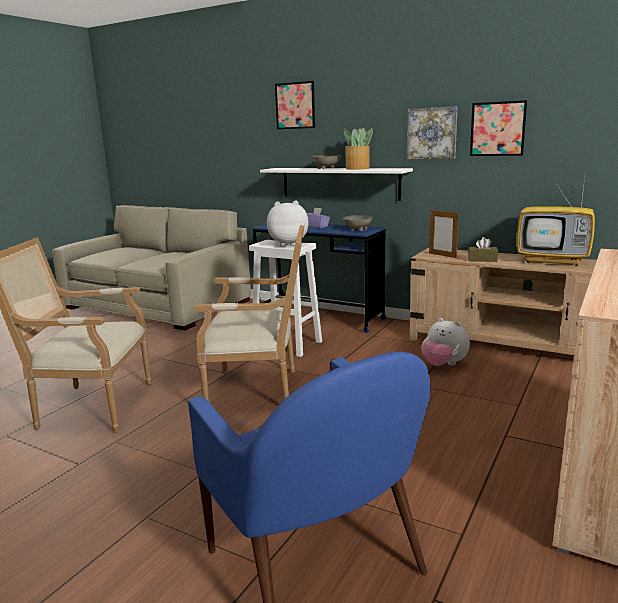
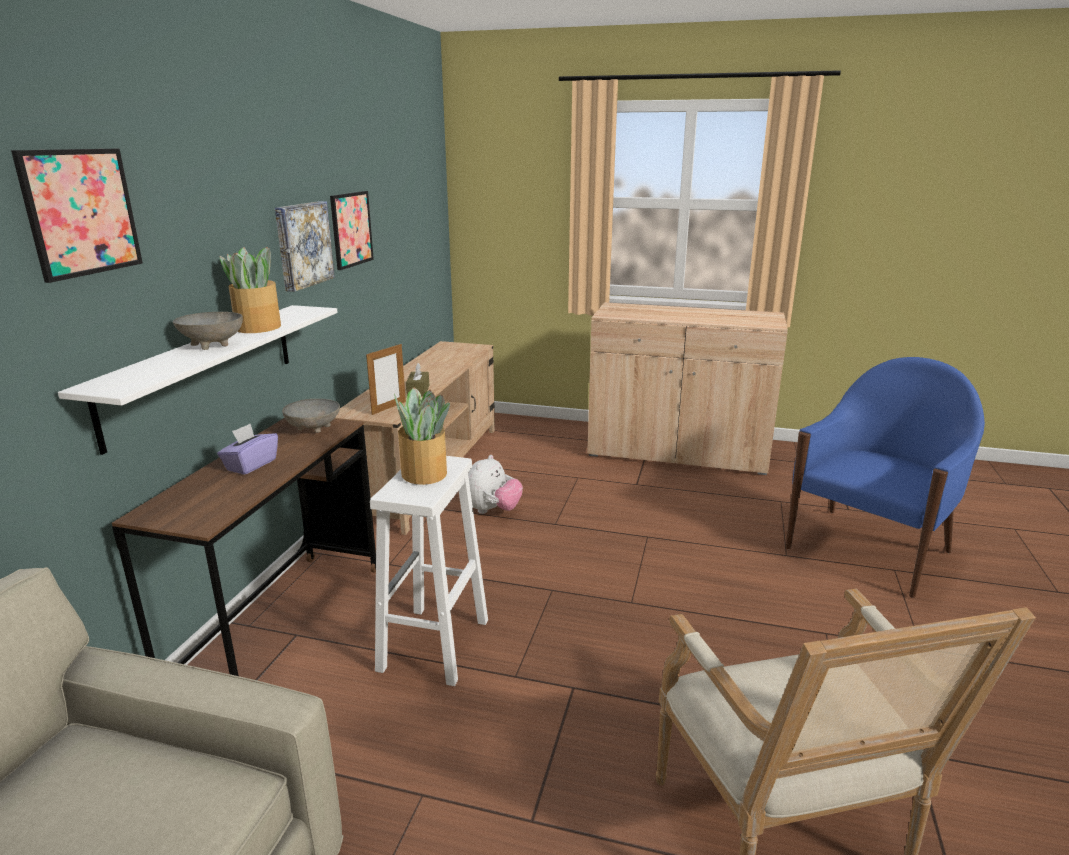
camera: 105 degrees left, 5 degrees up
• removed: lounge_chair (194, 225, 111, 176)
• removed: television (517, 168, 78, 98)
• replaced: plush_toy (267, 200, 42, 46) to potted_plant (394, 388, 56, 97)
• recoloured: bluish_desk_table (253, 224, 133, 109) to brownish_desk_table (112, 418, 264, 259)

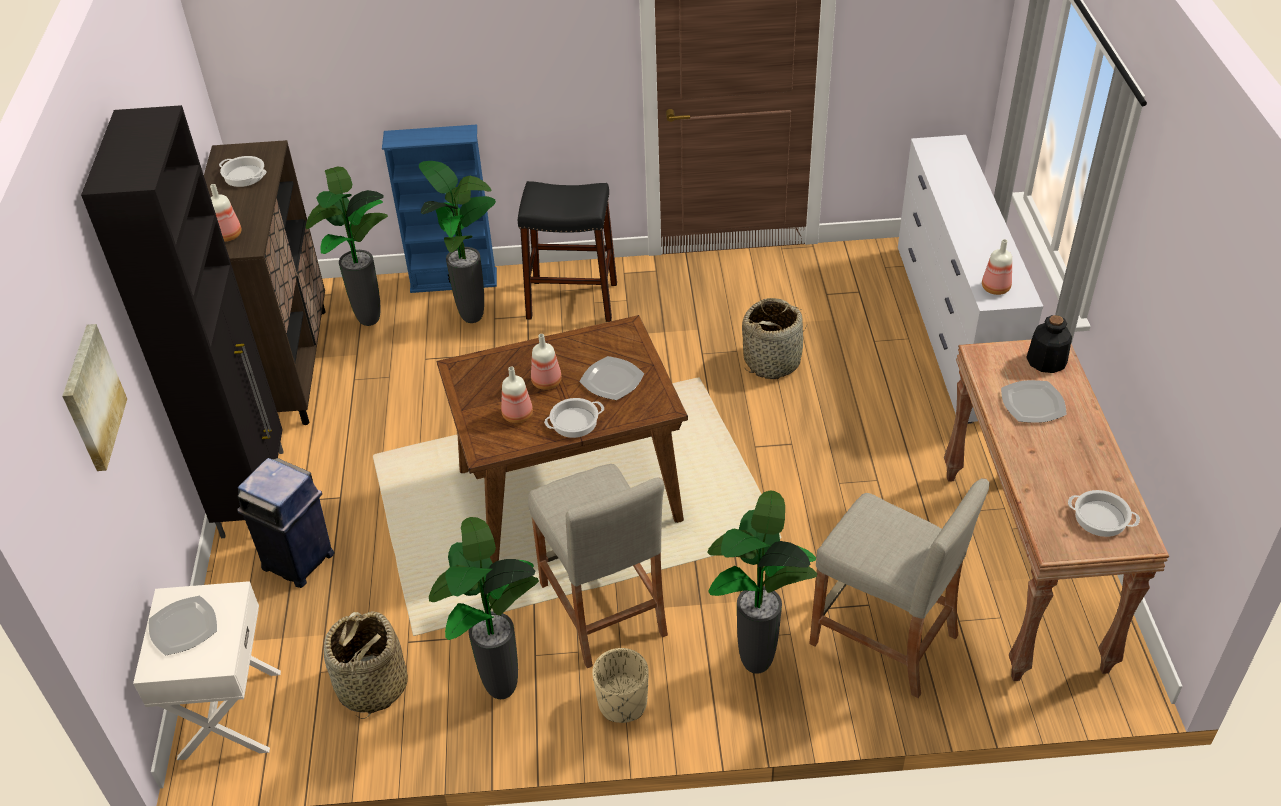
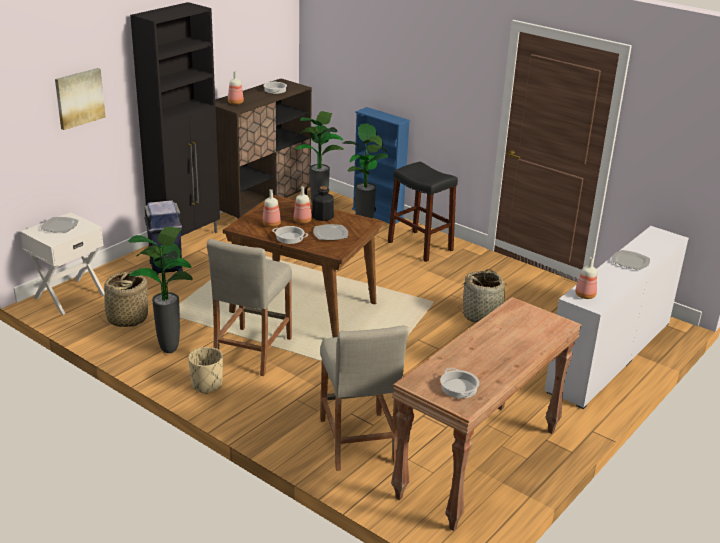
camera: 40 degrees right, 15 degrees down
• removed: potted_plant (707, 491, 110, 183)
• moved: dinner_plate (1001, 380, 66, 43) to (611, 250, 39, 20)
• moved: drink_bottle (1026, 315, 46, 58) to (312, 186, 22, 35)

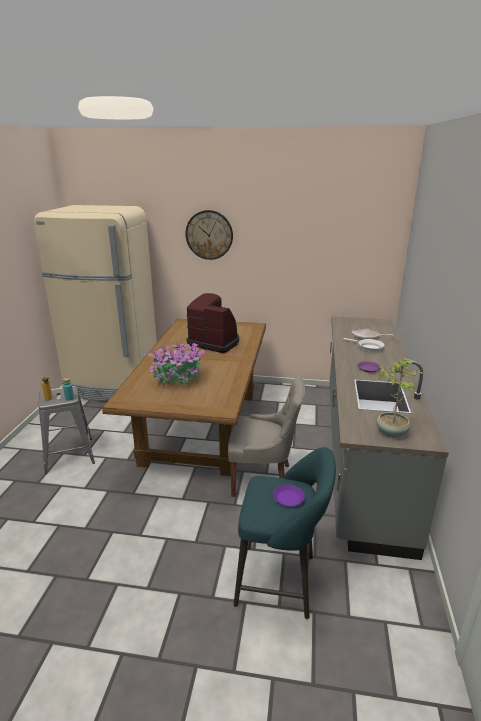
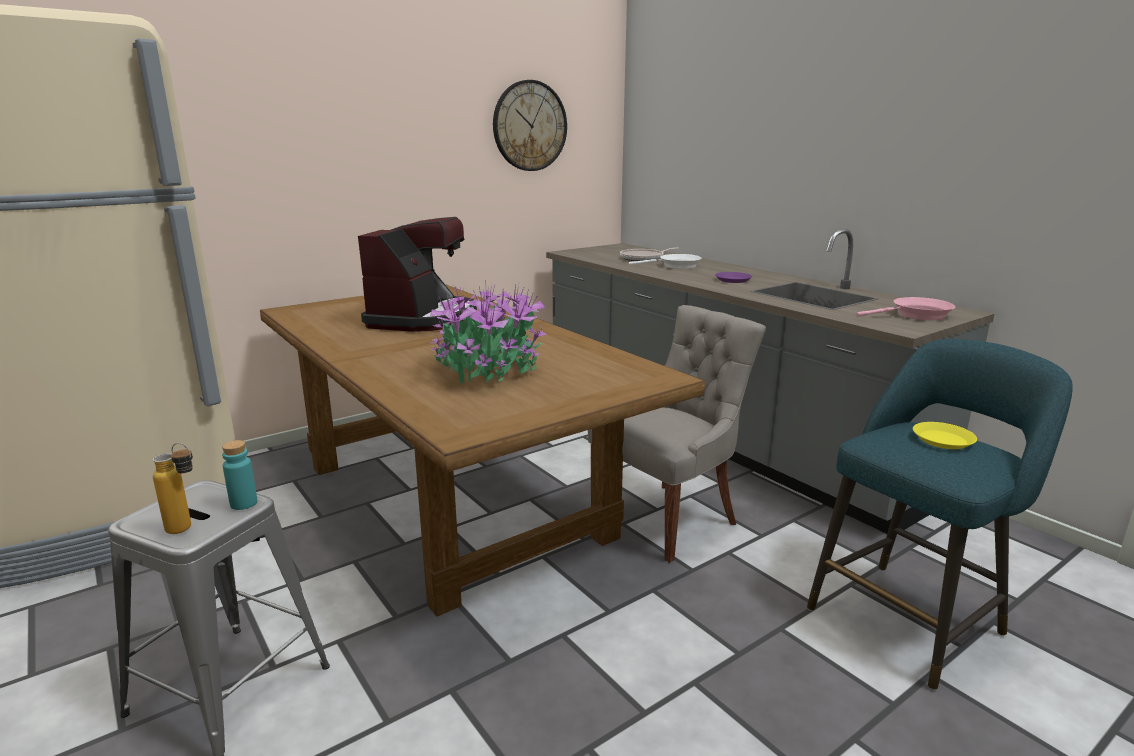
camera: 45 degrees left, 5 degrees down
• moved: hanging_clock (185, 210, 48, 50) to (493, 80, 74, 91)
• replaced: potted_plant (376, 358, 48, 80) to pinkish_frying_pan (857, 297, 99, 23)
• recoloured: purple_dinner_plate (273, 485, 32, 22) to yellow-coloured_dinner_plate (913, 422, 64, 27)
• turned: coffee_brewer (186, 293, 53, 60) = (358, 217, 119, 115) 120 degrees clockwise

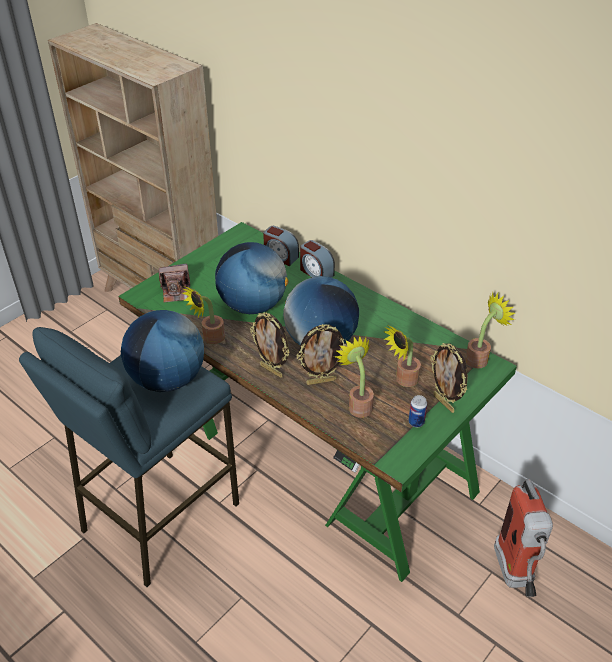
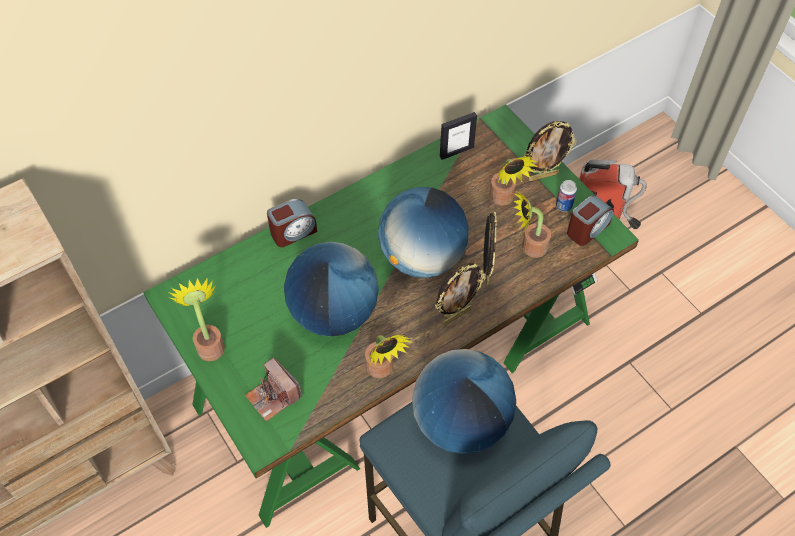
camera: 75 degrees left, 15 degrees up
• added: picture_frame (440, 112, 37, 48)
• moved: bedside_clock (263, 226, 36, 40) to (567, 195, 47, 51)
• moved: potted_plant (465, 292, 50, 76) to (169, 278, 56, 83)
• turned: photo_camera (158, 263, 32, 40) = (245, 357, 57, 64) 135 degrees clockwise

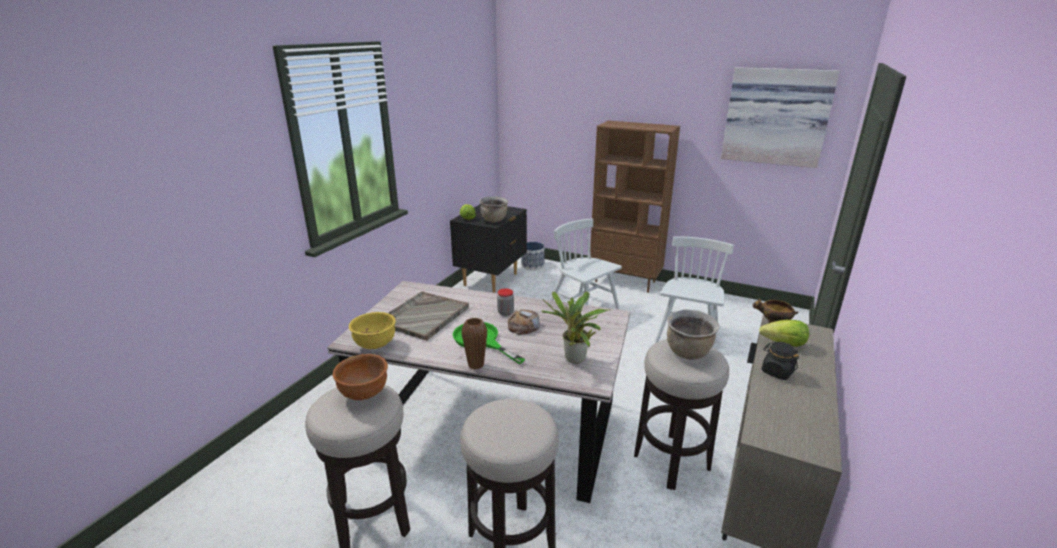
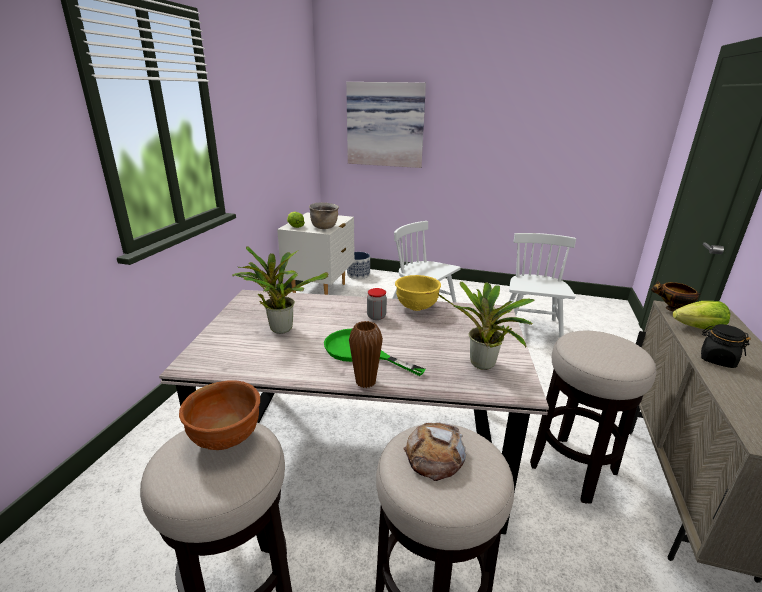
camera: 10 degrees left, 0 degrees up
• removed: brownish_bookshelf (590, 121, 90, 172)
• removed: brownish_cooking_pot (667, 310, 52, 49)
• moved: yellow-coloured_bowl (349, 312, 47, 37) to (395, 275, 46, 36)
• moved: baked_bread (508, 309, 32, 26) to (404, 422, 63, 59)
• moved: wall_art (721, 67, 119, 101) to (346, 82, 80, 86)
• replaced: gray_carrying_tray (388, 291, 81, 50) to potted_plant (232, 246, 96, 88)
• recoloured: blackish_nightstand (450, 204, 77, 89) to white_nightstand (277, 213, 78, 82)

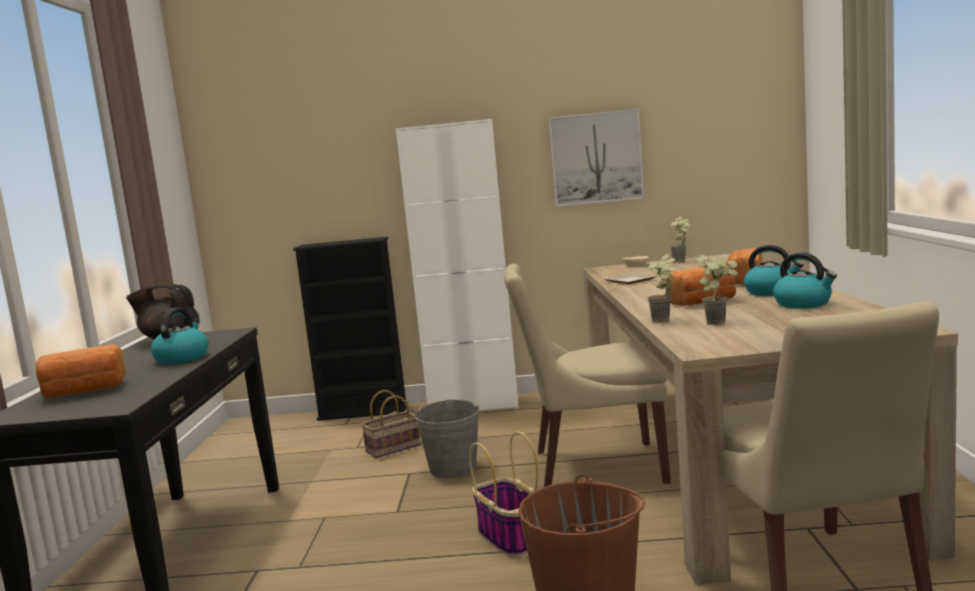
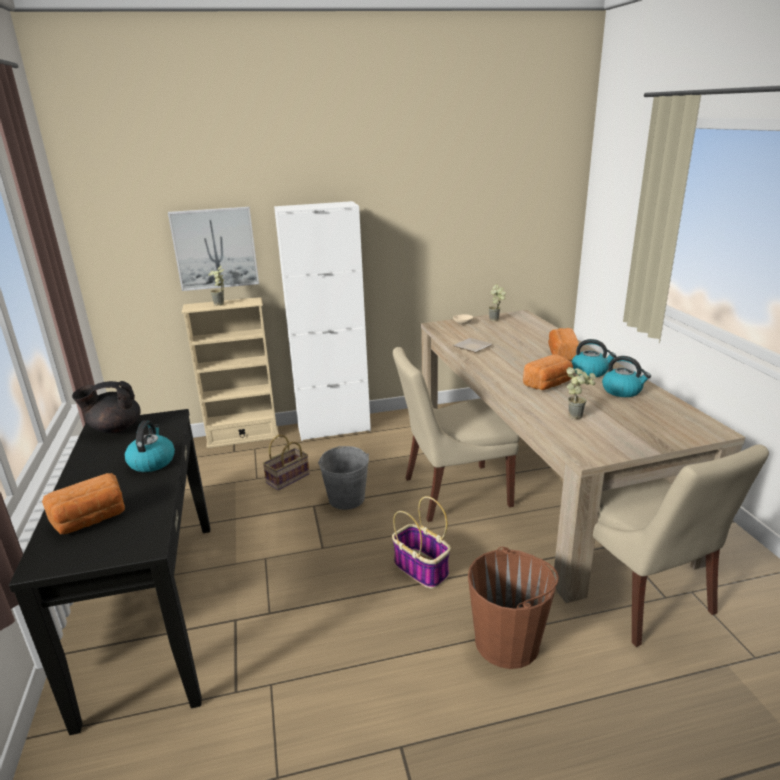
camera: 15 degrees left, 15 degrees up
• moved: wall_art (549, 108, 95, 99) to (168, 207, 91, 84)
• moved: potted_plant (647, 253, 28, 69) to (208, 265, 16, 41)
• recoloured: blackish_bookshelf (293, 237, 115, 184) to sand-coloured_bookshelf (182, 297, 97, 151)

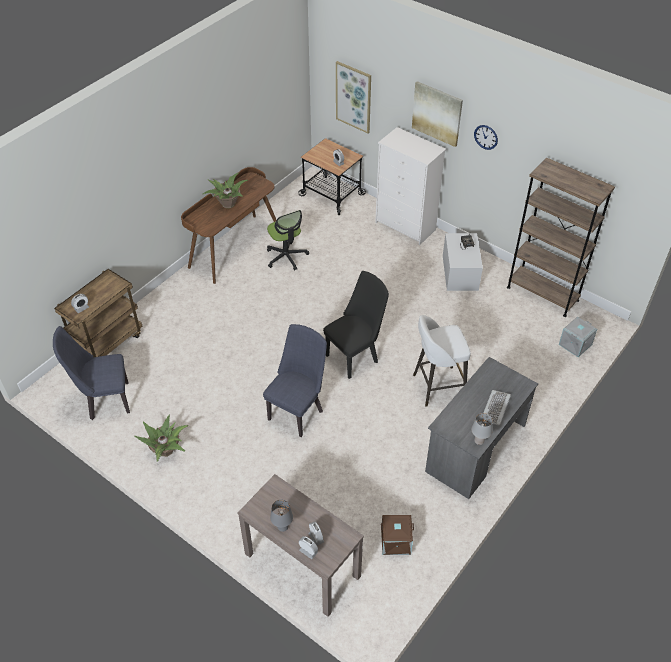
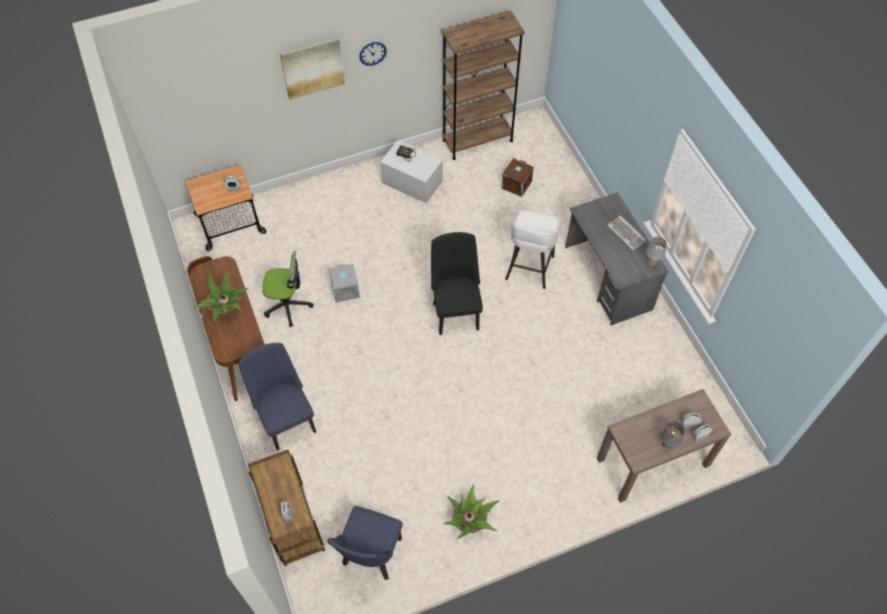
camera: 60 degrees left, 10 degrees up
• removed: wall_art (336, 61, 35, 72)
• removed: white_chest_of_drawers (375, 127, 71, 118)
• moved: bluish_chair (263, 324, 64, 113) to (239, 343, 77, 108)
• moved: brownish_storage_box (381, 515, 33, 40) to (501, 158, 33, 39)
• moved: gray_storage_box (559, 316, 38, 41) to (329, 264, 31, 38)

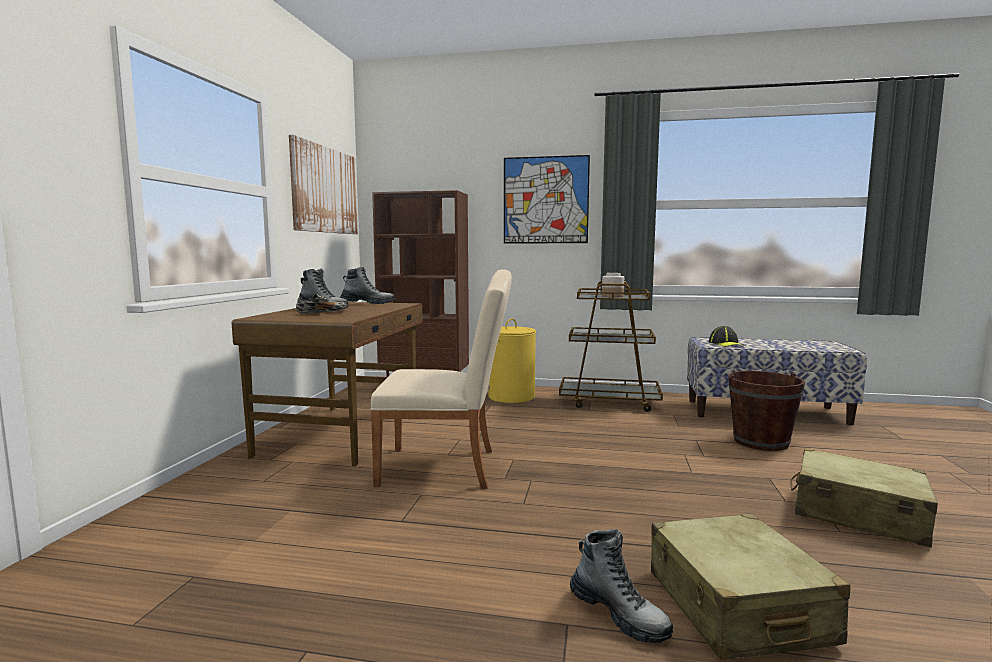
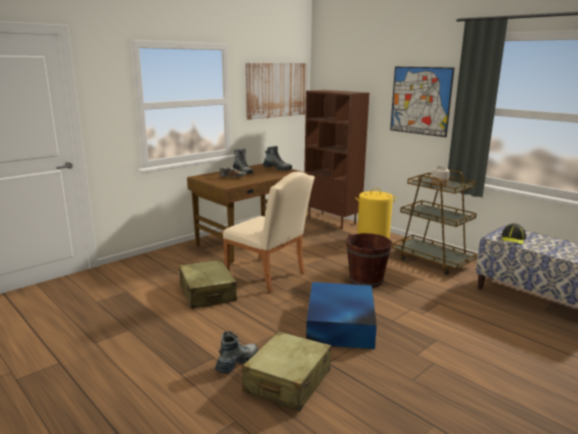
camera: 35 degrees right, 10 degrees up
• added: bluish_storage_box (306, 282, 71, 67)
• moved: brownish_pail (728, 371, 77, 80) to (346, 233, 46, 55)
• moved: sand-coloured_travel_case (790, 448, 148, 99) to (179, 259, 58, 50)
• turned: high-top_boot (570, 529, 103, 114) = (215, 331, 43, 43) 135 degrees counterclockwise

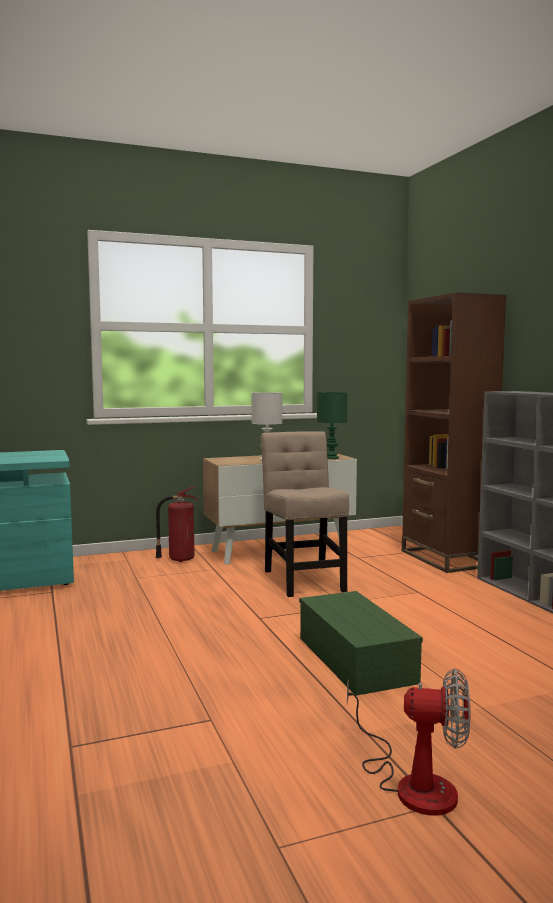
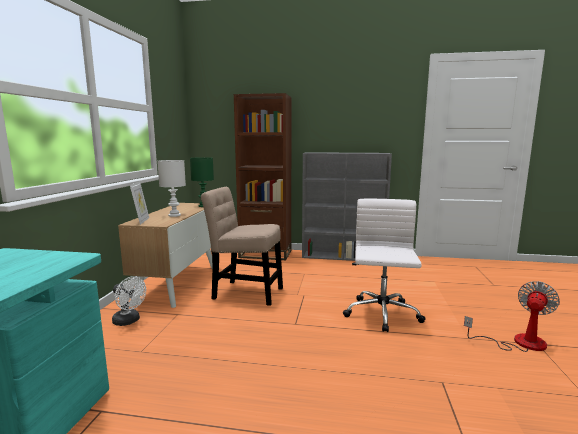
camera: 60 degrees left, 5 degrees up
• added: picture_frame (130, 181, 19, 44)
• replaced: extinguisher (156, 486, 42, 76) to white_fan (112, 276, 34, 50)
• replaced: greenish_storage_box (299, 591, 124, 105) to white_desk_chair (343, 199, 83, 133)

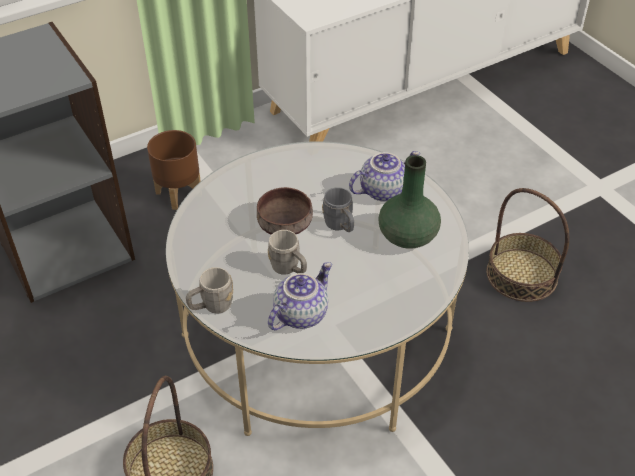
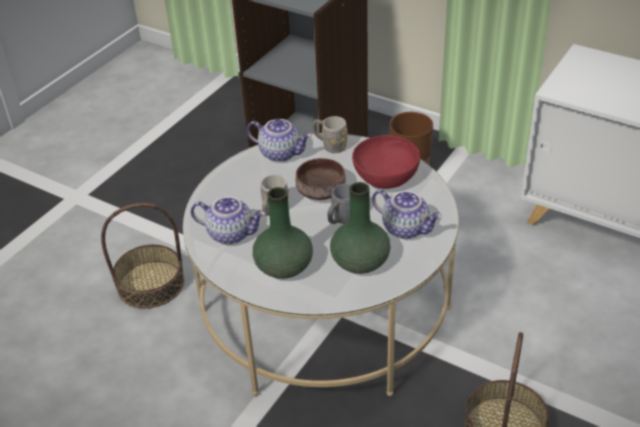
camera: 65 degrees right, 5 degrees down
• added: teapot (247, 119, 65, 43)
• added: greenish_vase (253, 187, 60, 92)
• added: reddish_bowl (352, 135, 68, 54)
• moved: gray_tea_mug (186, 267, 47, 47) to (312, 116, 36, 37)

